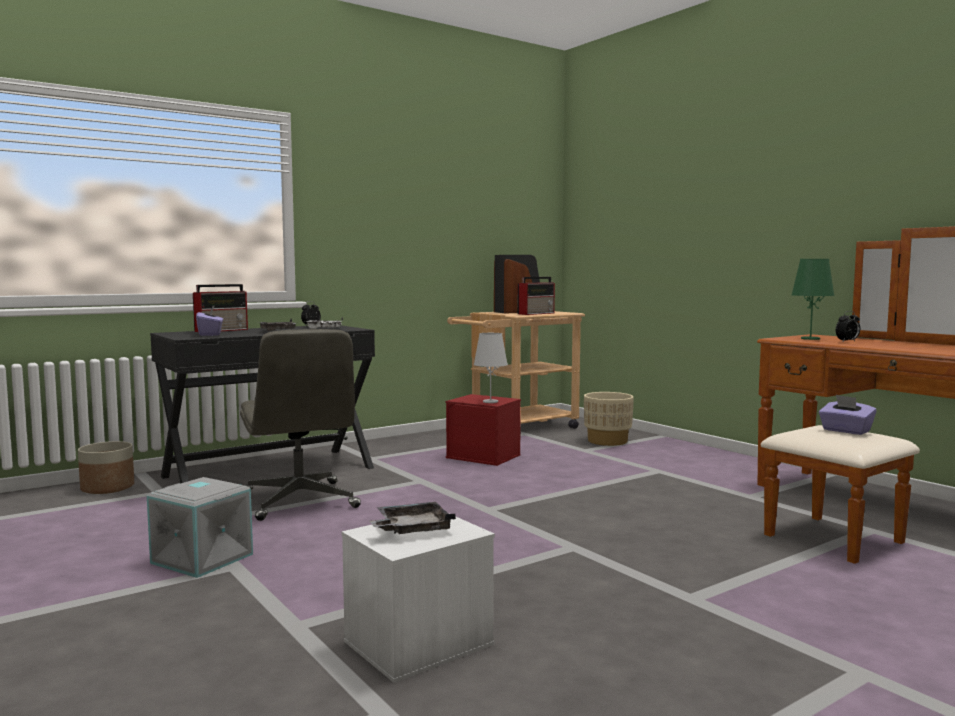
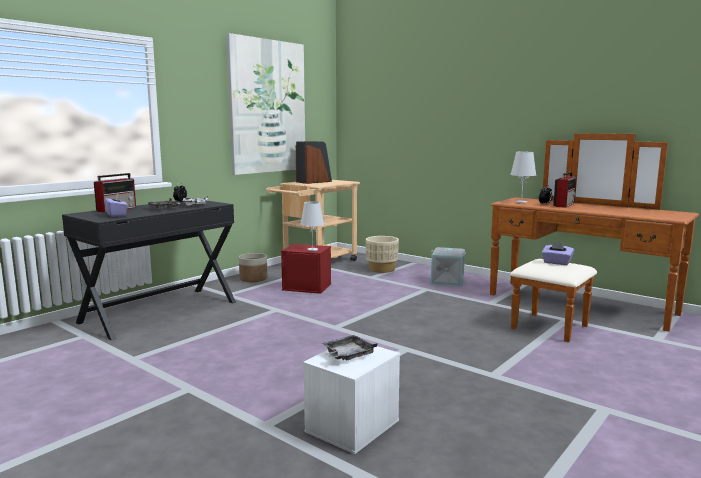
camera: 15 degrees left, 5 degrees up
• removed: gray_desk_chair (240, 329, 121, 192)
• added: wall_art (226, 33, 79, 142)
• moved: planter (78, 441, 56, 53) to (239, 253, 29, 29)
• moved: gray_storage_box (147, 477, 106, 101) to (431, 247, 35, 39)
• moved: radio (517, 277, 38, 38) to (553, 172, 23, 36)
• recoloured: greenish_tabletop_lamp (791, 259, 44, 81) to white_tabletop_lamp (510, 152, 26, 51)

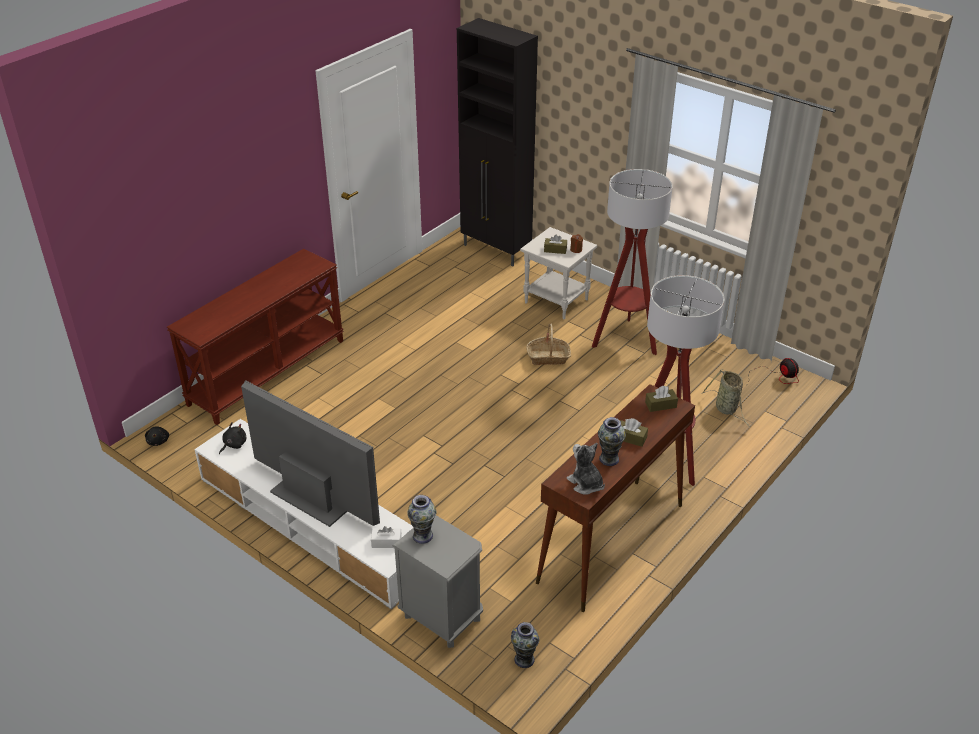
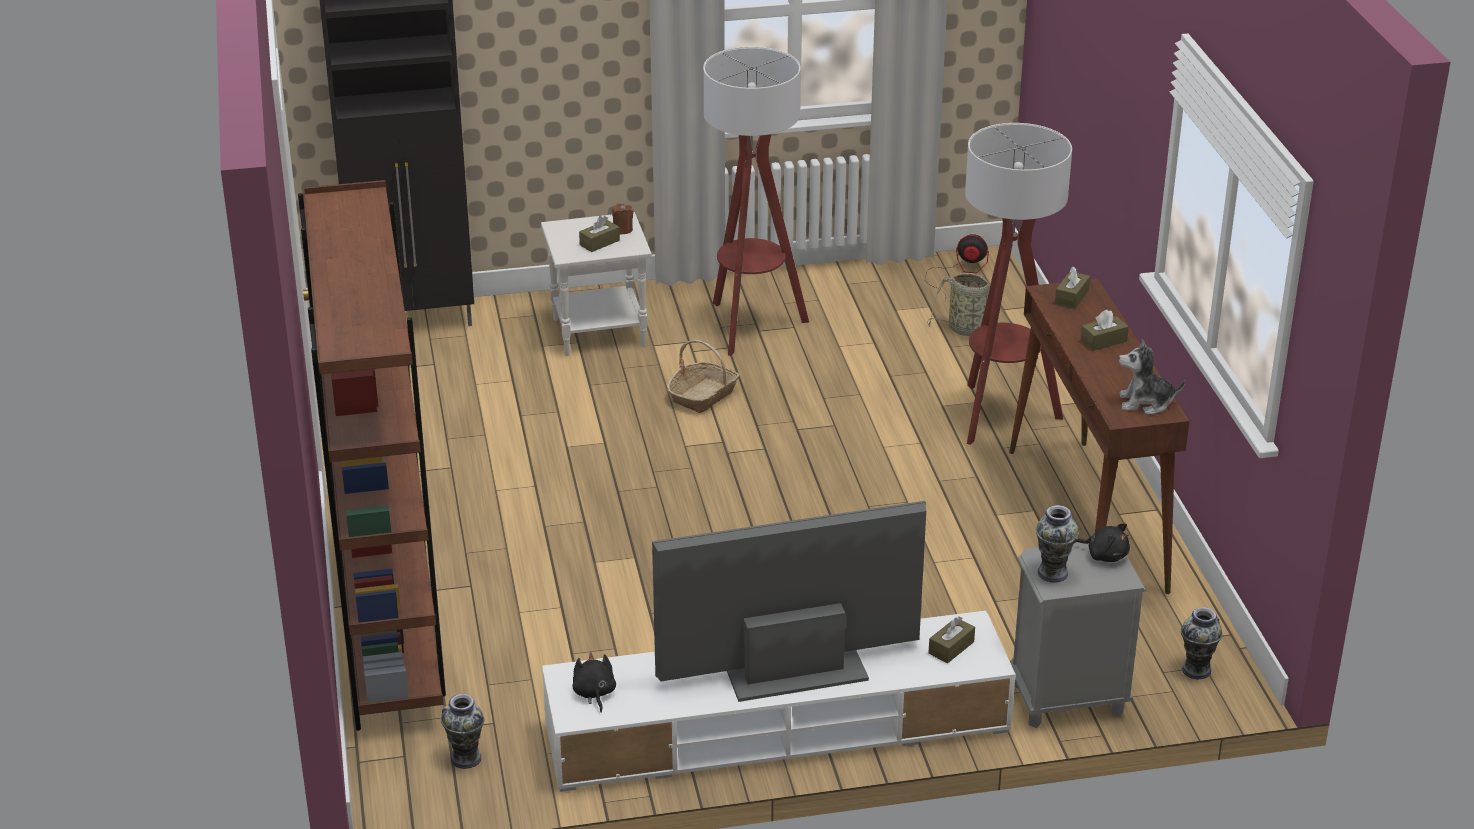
camera: 50 degrees left, 5 degrees down
• moved: blackish_plush_toy (145, 426, 24, 20) to (1074, 523, 56, 39)
• moved: vase (598, 417, 28, 49) to (441, 694, 43, 75)
• replaced: brownish_narrow_table (167, 248, 177, 177) to brownish_bookshelf (298, 180, 148, 551)
• recoloured: white_tissue_holder (371, 526, 31, 22) to brownish_tissue_holder (929, 616, 46, 47)

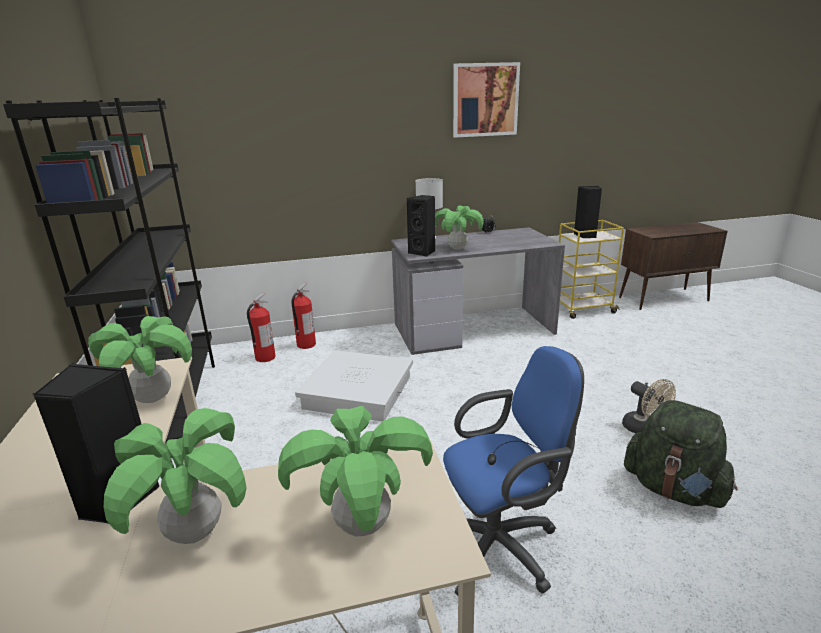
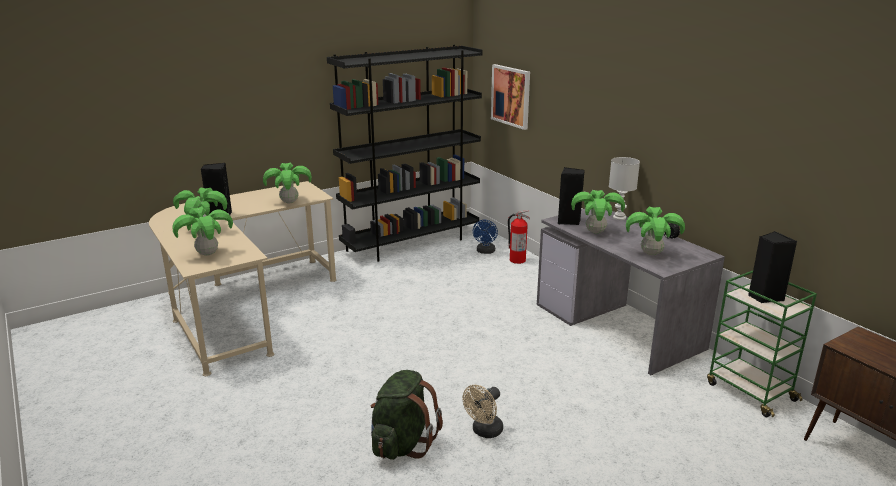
camera: 70 degrees right, 0 degrees up
• removed: white_storage_box (295, 350, 118, 71)
• removed: bluish_desk_chair (443, 346, 141, 250)
• added: potted_plant (626, 207, 59, 48)
• moved: wall_art (453, 62, 67, 76) to (491, 64, 39, 66)
• replaced: extinguisher (247, 293, 29, 69) to bluish_fan (473, 220, 25, 34)
• recoloured: yellow-coloured_cart (559, 220, 65, 99) to greenish_cart (707, 271, 110, 146)

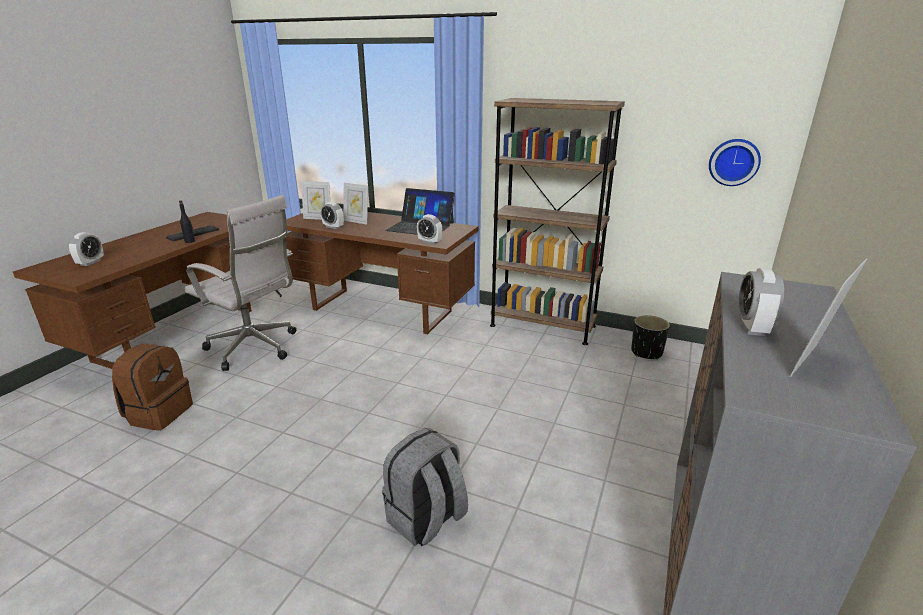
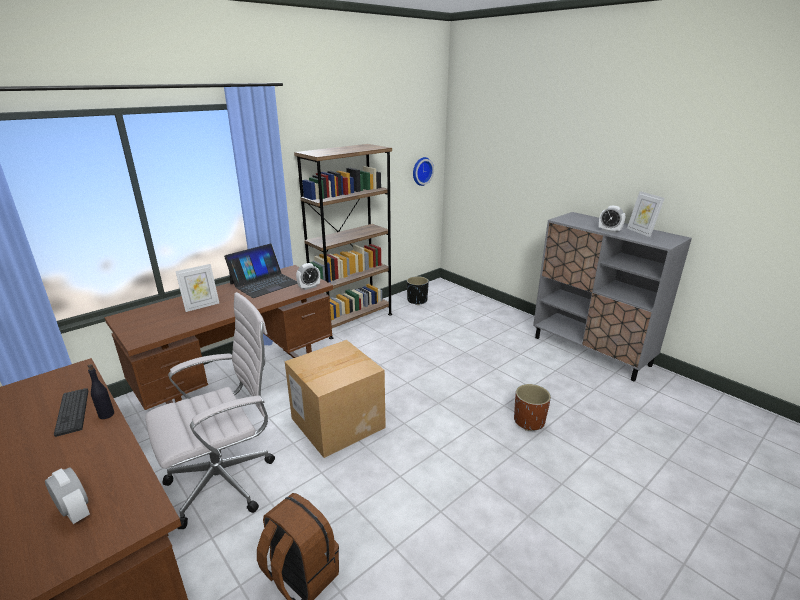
camera: 65 degrees left, 0 degrees up
• removed: picture_frame (301, 181, 29, 39)
• removed: bedside_clock (321, 201, 23, 28)
• added: carton (285, 340, 101, 118)
• replaced: gray_backpack (382, 428, 86, 118) to brownish_planter (514, 384, 37, 47)

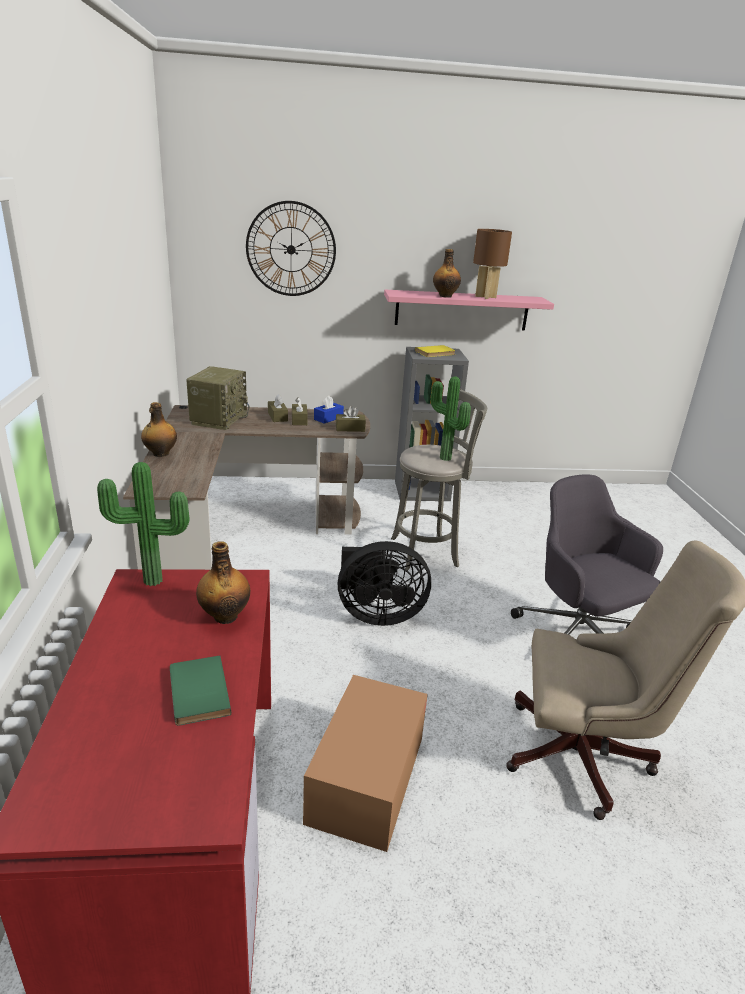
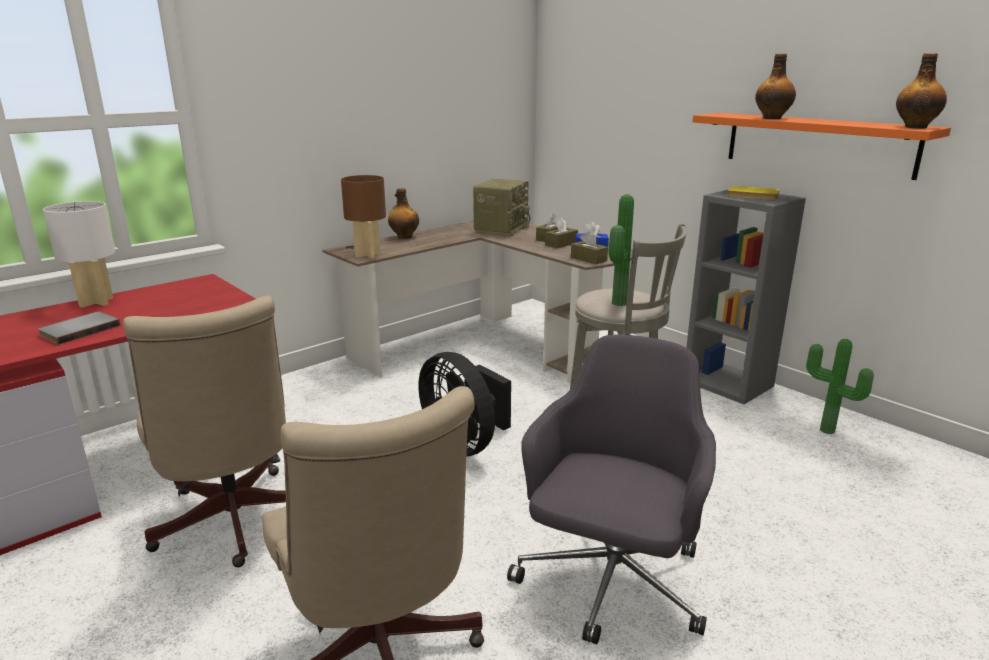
camera: 55 degrees right, 5 degrees down
• removed: hanging_clock (246, 201, 90, 95)
• added: white_tabletop_lamp (43, 201, 72, 107)
• moved: potted_plant (97, 462, 92, 124) to (806, 339, 68, 95)
• moved: drink_bottle (196, 541, 54, 83) to (896, 53, 51, 75)
• moved: brownish_tabletop_lamp (473, 229, 39, 70) to (341, 175, 45, 83)
• replaced: carton (303, 675, 125, 177) to sand-coloured_desk_chair (123, 296, 163, 271)
• recoloured: greenish_volume (170, 656, 61, 70) to gray_volume (38, 312, 83, 33)
• recoloured: pinkish_bracket_shelf (384, 290, 170, 40) to orange-coloured_bracket_shelf (693, 113, 258, 67)
• turned: radio (186, 366, 64, 64) = (473, 179, 57, 58) 45 degrees counterclockwise

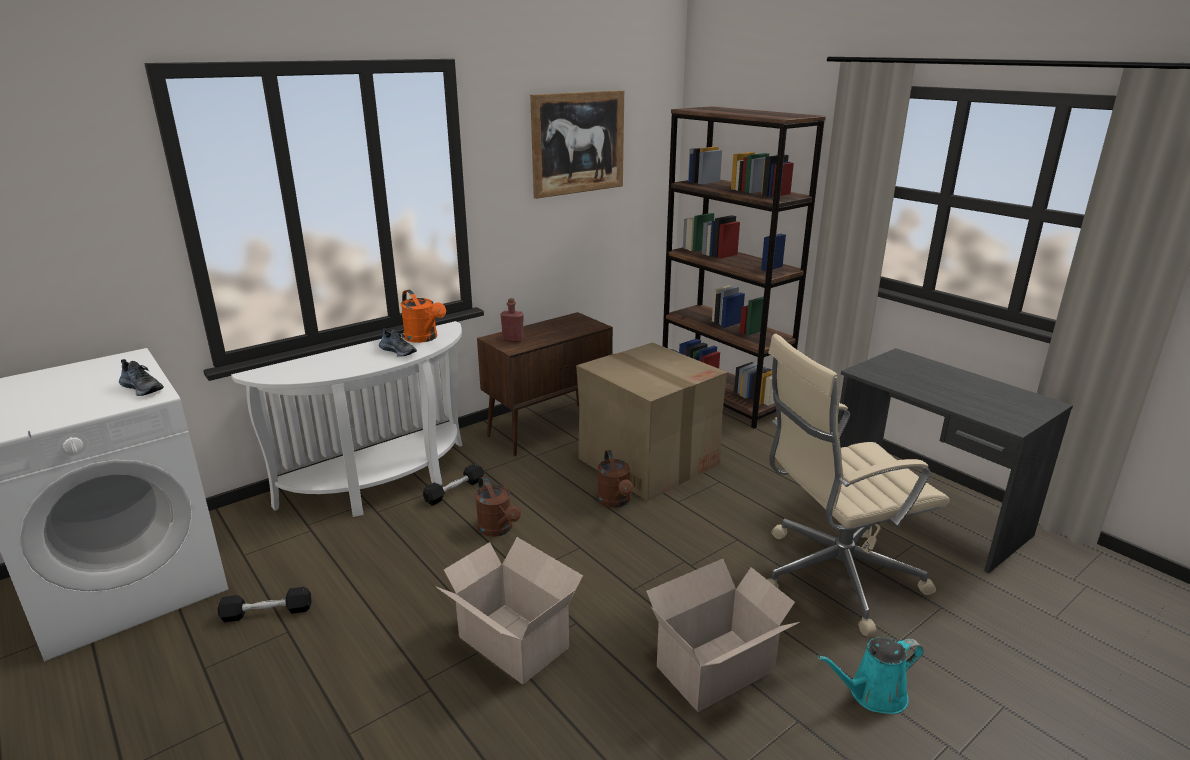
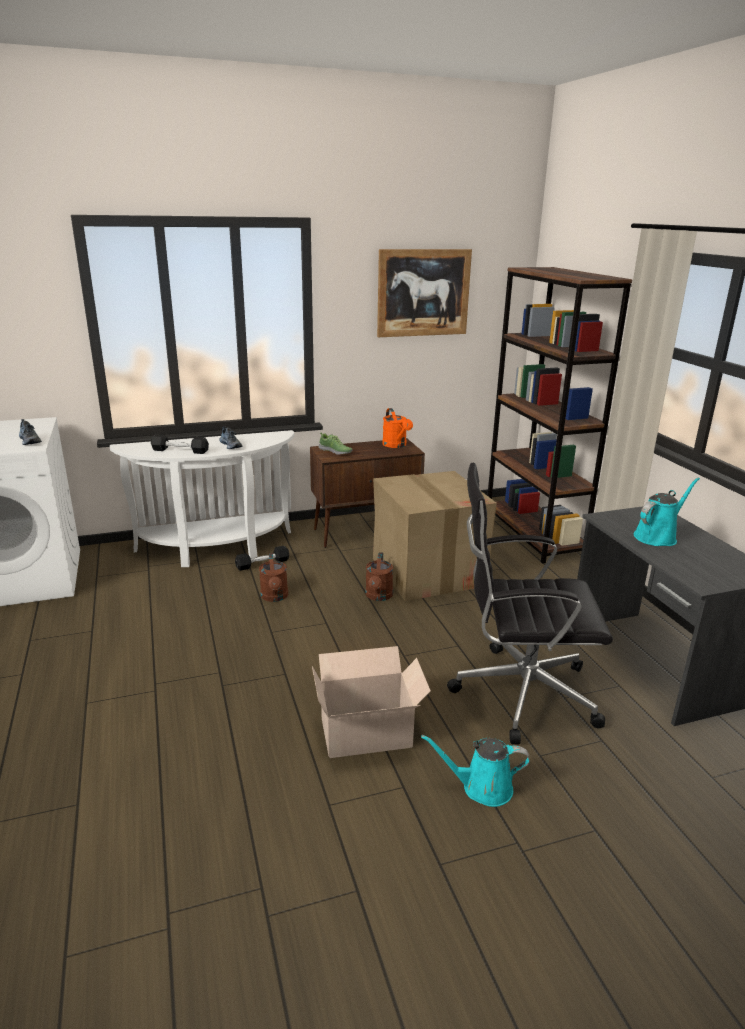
camera: 20 degrees right, 0 degrees up
• removed: carton (436, 537, 147, 148)
• added: turquoise-coloured_sprinkling_can (634, 478, 66, 68)
• moved: blackish_free_weight (218, 587, 93, 35) to (151, 434, 58, 20)
• moved: orange-coloured_sprinkling_can (401, 290, 45, 53) to (382, 408, 31, 40)
• replaced: reddish_drink_bottle (500, 298, 24, 44) to low_shoe (318, 432, 34, 23)
• recoloured: sand-coloured_desk_chair (767, 334, 183, 303) to blackish_desk_chair (447, 463, 166, 282)

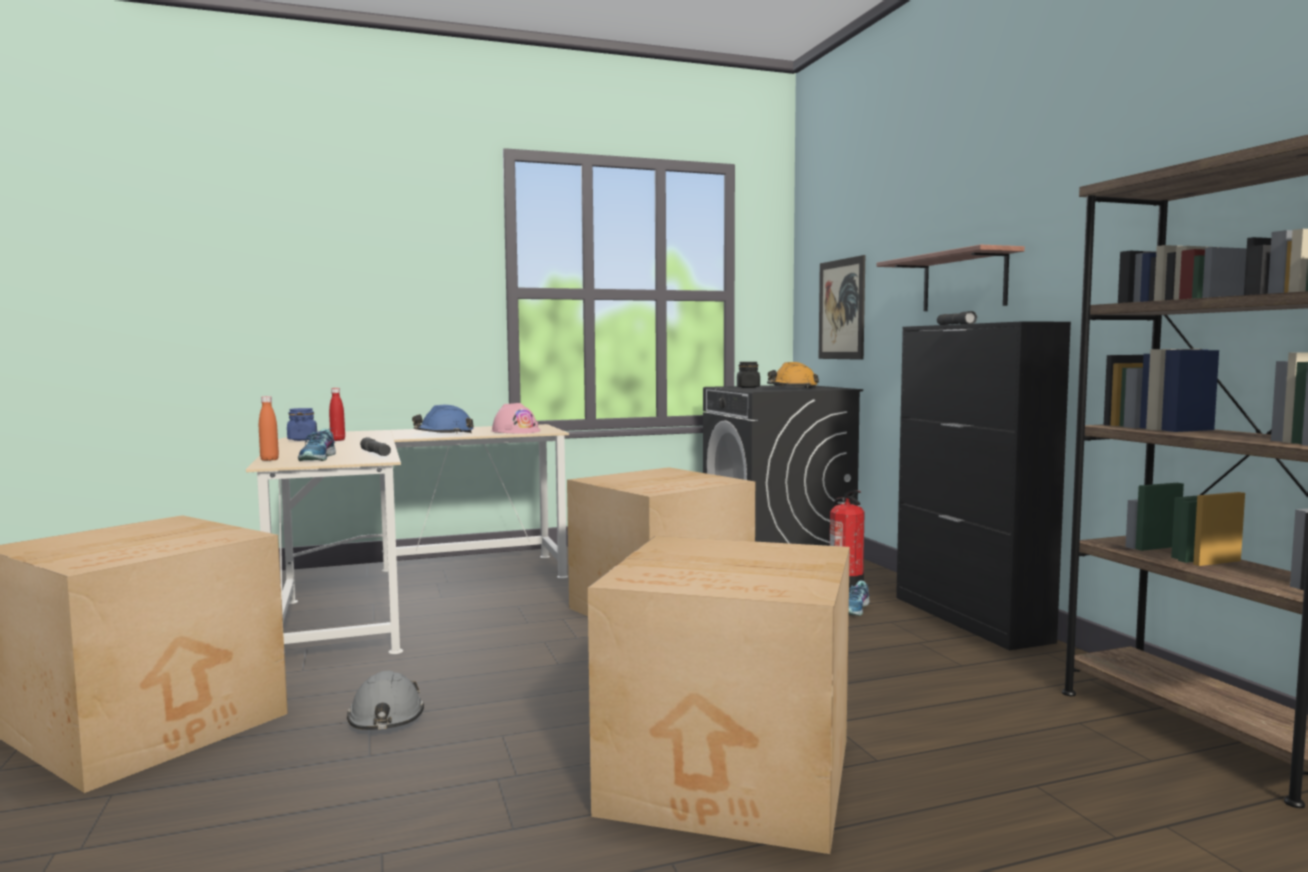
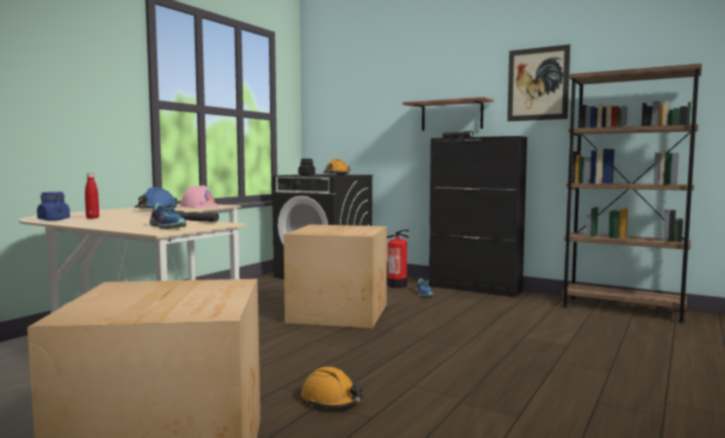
camera: 40 degrees left, 0 degrees up
• removed: orange-coloured_drink_bottle (259, 396, 20, 65)
• removed: carton (588, 536, 262, 318)
• moved: wall_art (819, 255, 46, 105) to (507, 44, 63, 77)
• recoloured: gray_work_helmet (347, 671, 77, 59) to orange-coloured_work_helmet (301, 367, 62, 41)

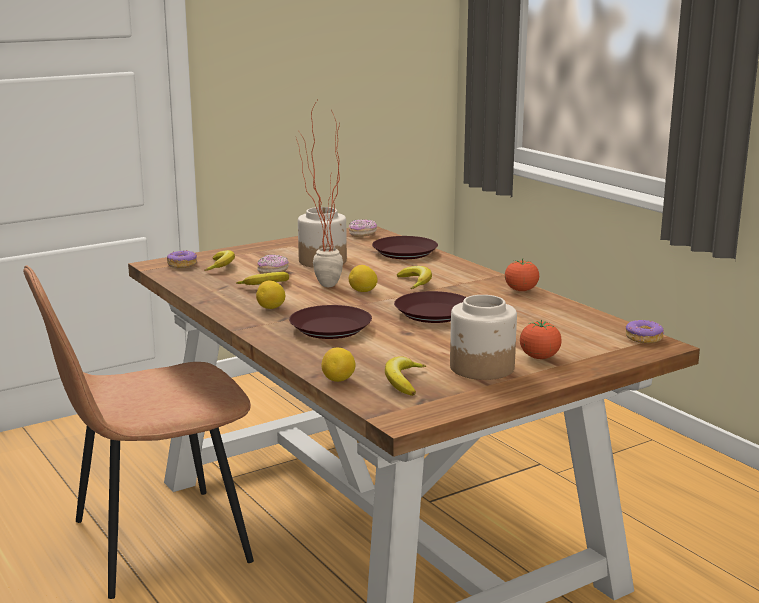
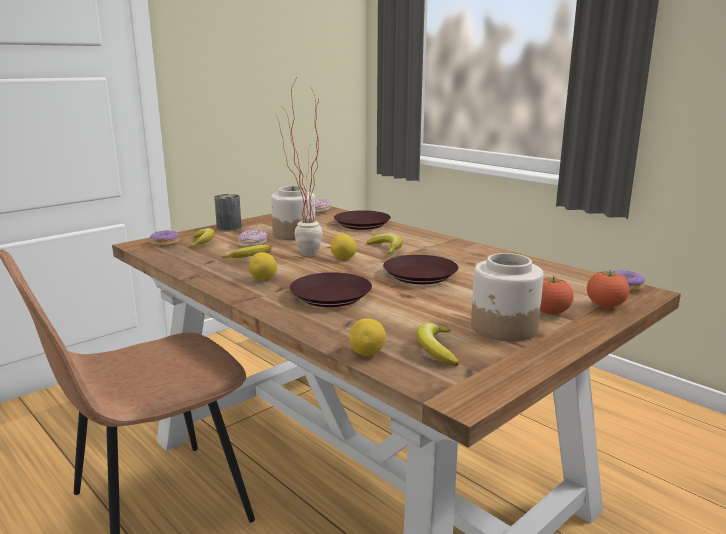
camera: 10 degrees left, 0 degrees up
• added: sealed_can (214, 194, 28, 37)
• moved: tomato (505, 258, 34, 33) to (587, 269, 42, 38)

